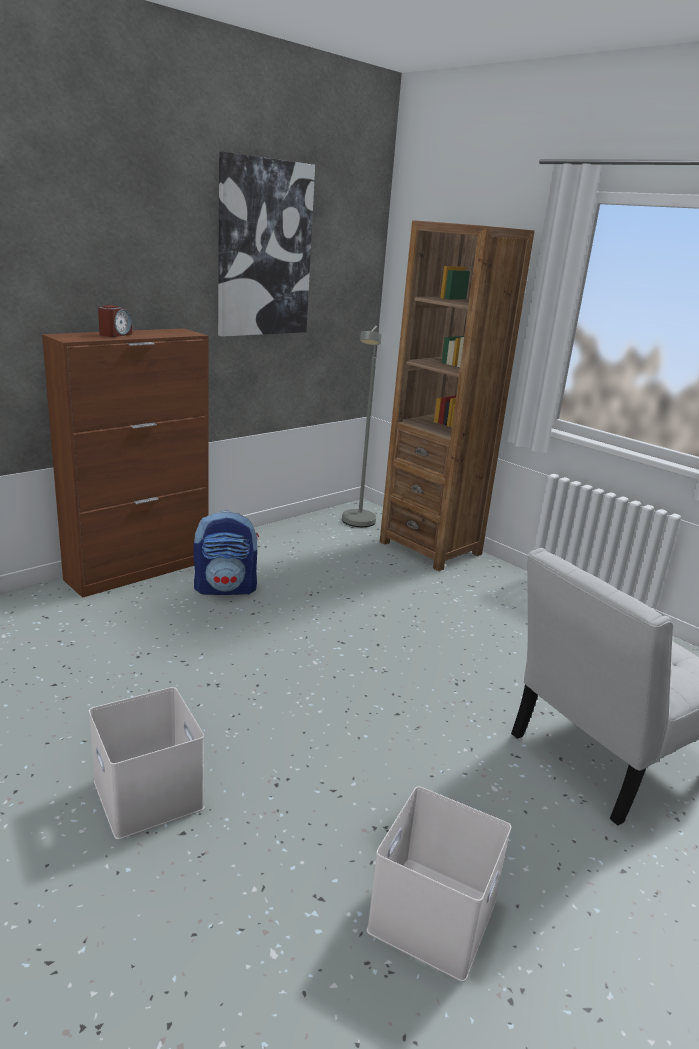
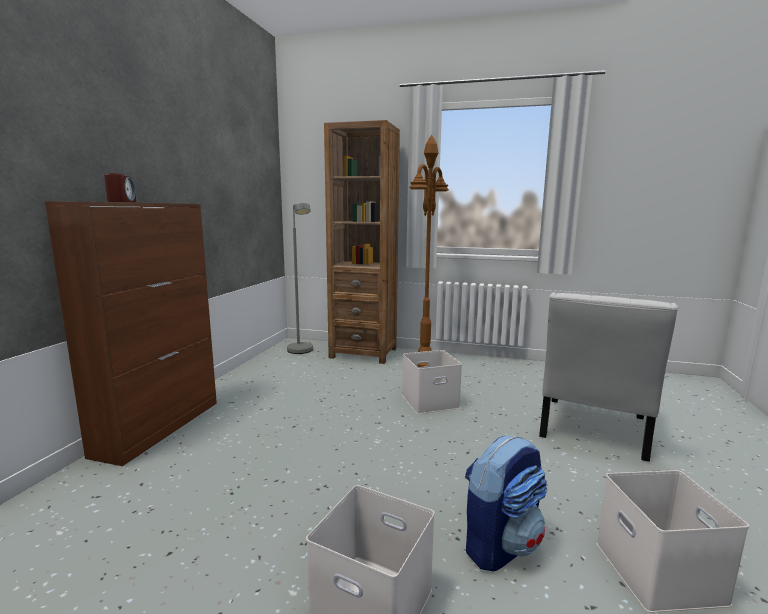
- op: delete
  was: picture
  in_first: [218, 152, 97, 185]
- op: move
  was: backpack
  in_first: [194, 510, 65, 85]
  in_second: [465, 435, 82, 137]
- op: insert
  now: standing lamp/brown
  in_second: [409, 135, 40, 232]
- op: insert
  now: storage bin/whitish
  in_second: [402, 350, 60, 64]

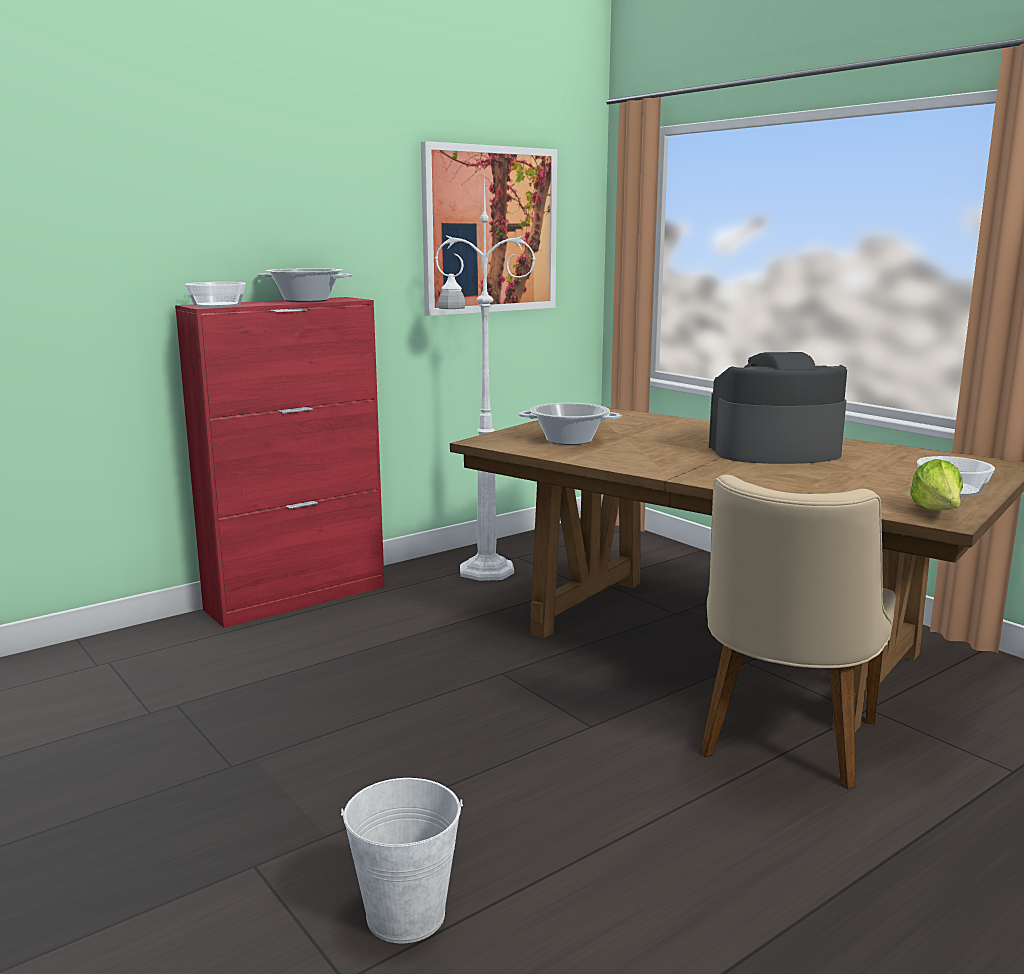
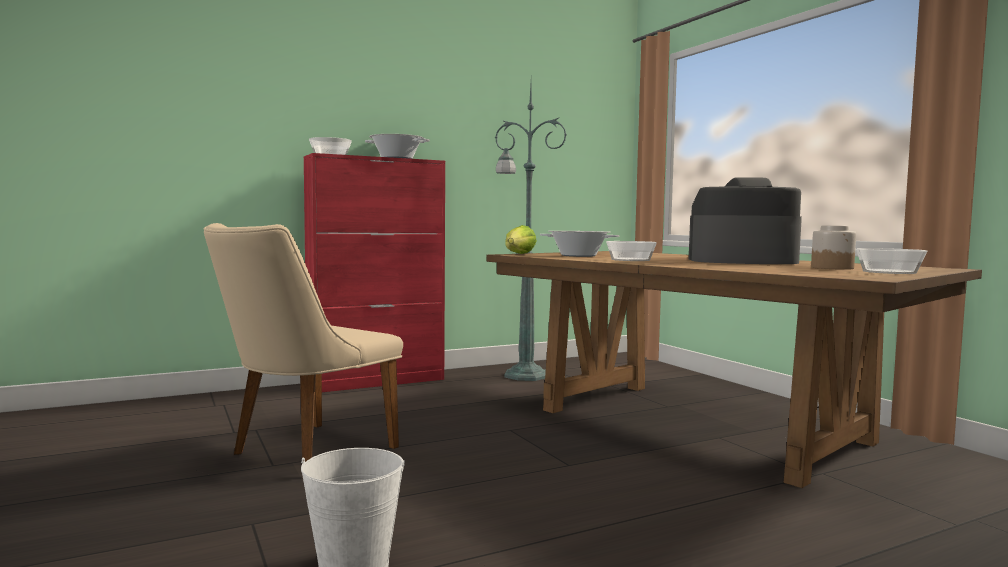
- op: delete
  was: picture
  in_first: [421, 141, 136, 175]
- op: recolor
  was: standing lamp/whitish
  now: standing lamp/green
  in_first: [435, 181, 101, 400]
  in_second: [495, 85, 72, 296]
- op: move
  was: lettuce head
  in_first: [910, 459, 53, 52]
  in_second: [505, 225, 32, 29]
- op: move
  was: plain chair/beige-coloured
  in_first: [700, 475, 196, 314]
  in_second: [204, 223, 199, 255]
- op: insert
  now: jar
  in_second: [811, 225, 45, 45]
- op: insert
  now: bowl
  in_second: [606, 241, 51, 20]

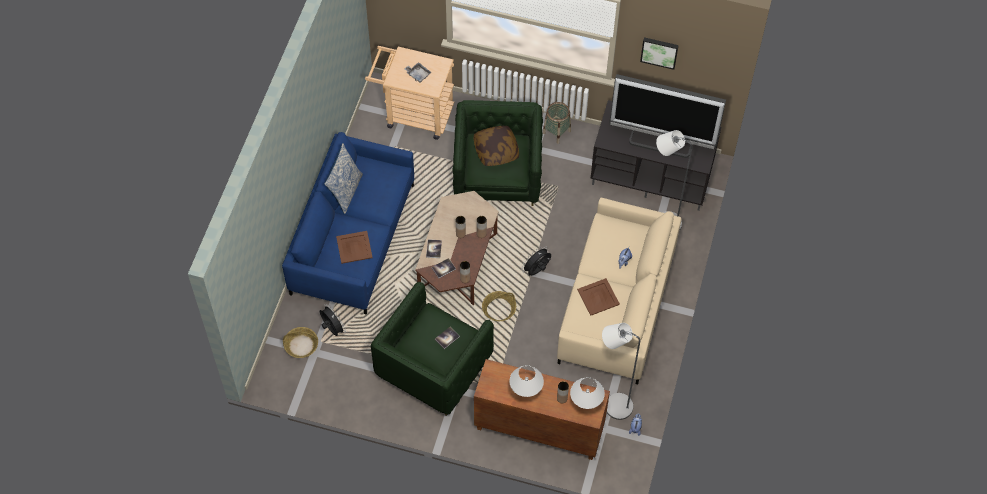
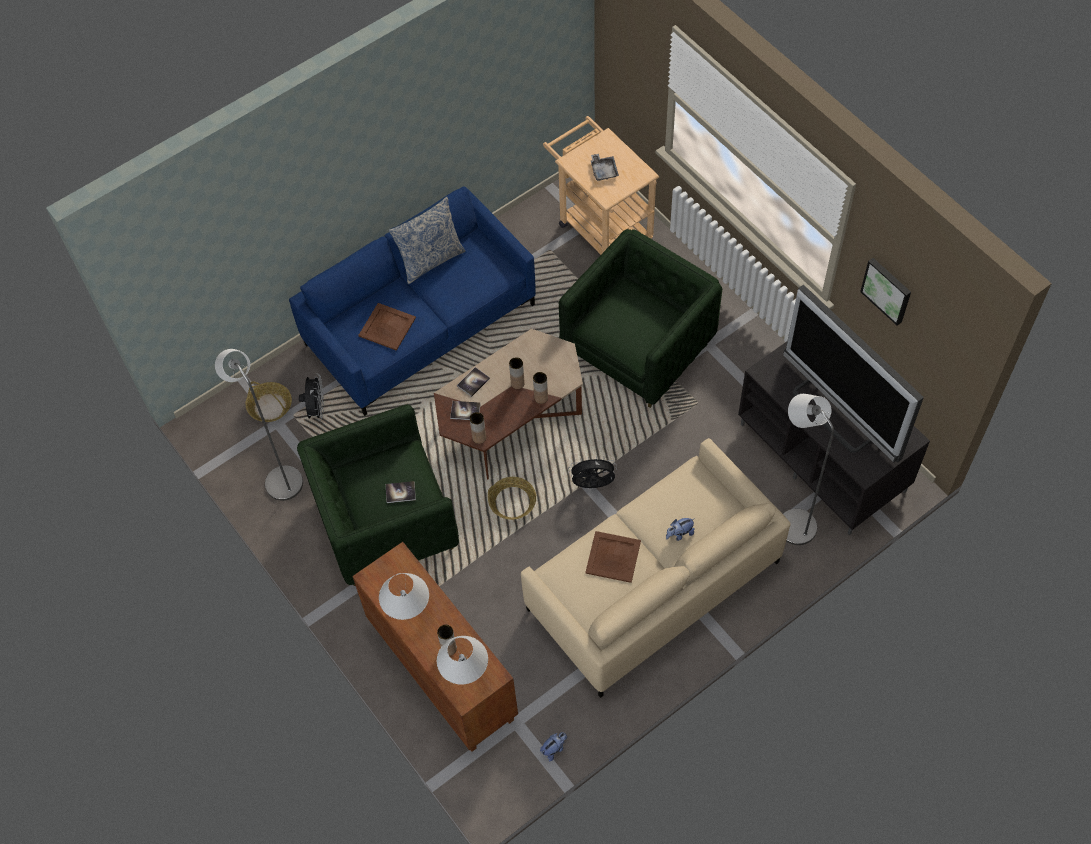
- op: delete
  was: basket
  in_first: [543, 102, 28, 42]
- op: delete
  was: throw pillow
  in_first: [473, 126, 46, 40]
- op: move
  was: standing lamp/greyish
  in_first: [602, 323, 38, 97]
  in_second: [215, 349, 88, 152]

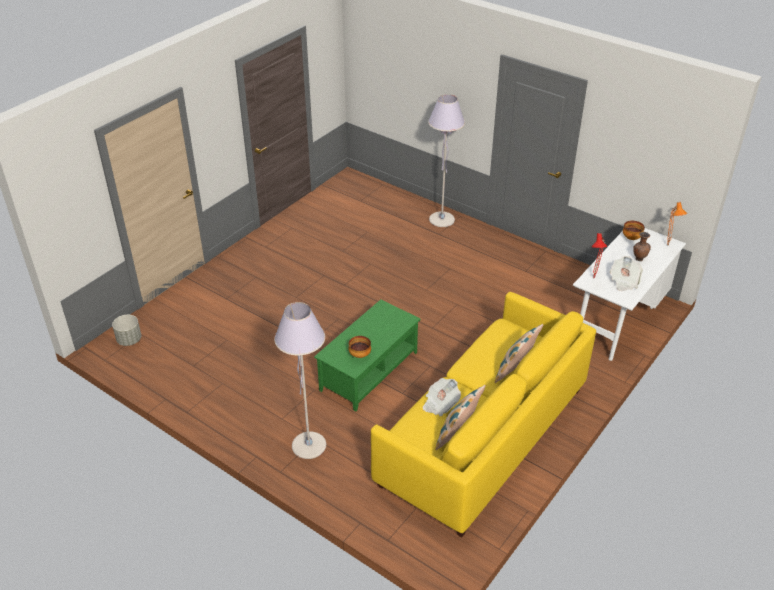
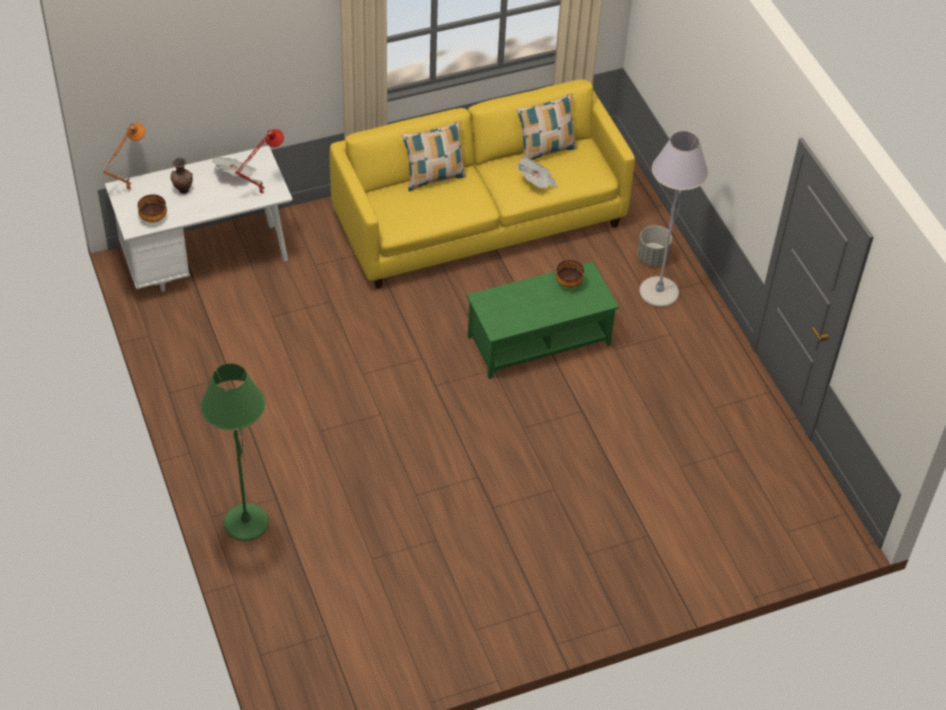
- op: recolor
  was: standing lamp/greyish
  now: standing lamp/green
  in_first: [428, 94, 37, 133]
  in_second: [201, 363, 68, 178]
- op: move
  was: flower pot/greyish
  in_first: [112, 315, 29, 31]
  in_second: [638, 225, 34, 41]

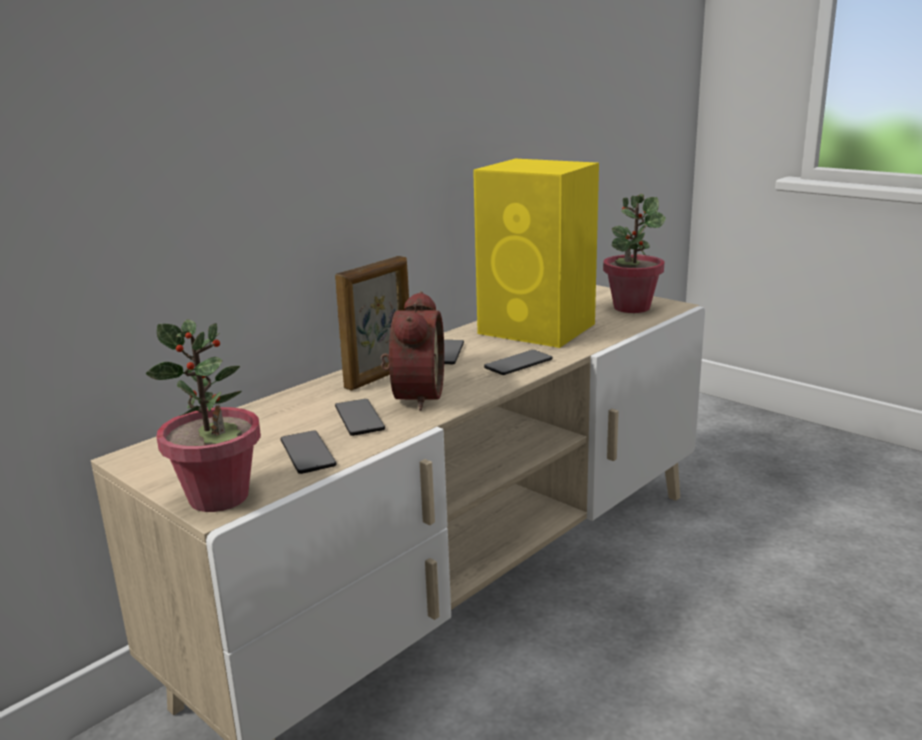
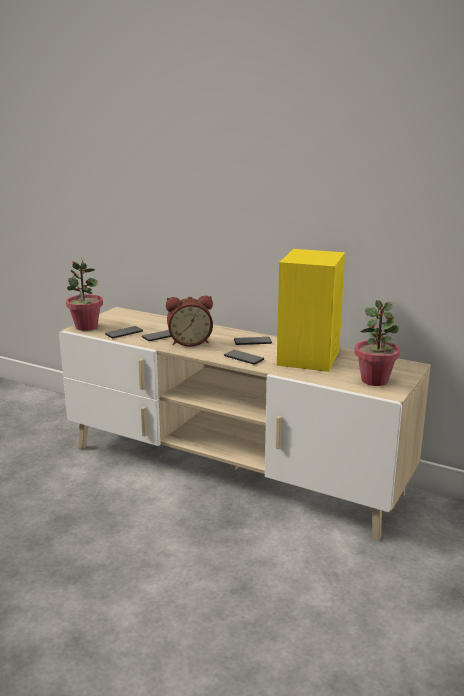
- op: delete
  was: photo frame
  in_first: [335, 256, 74, 135]

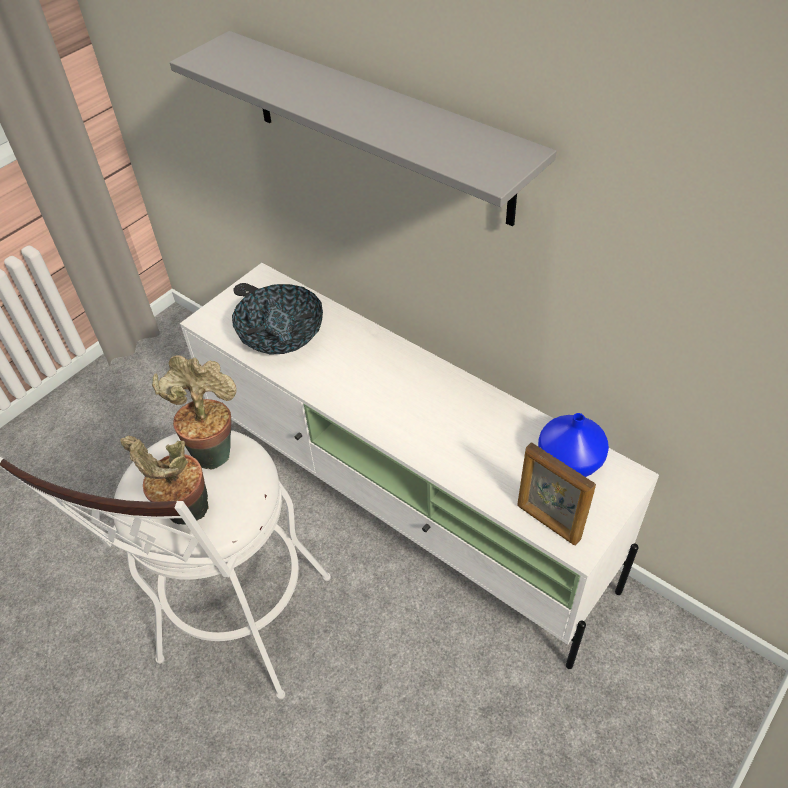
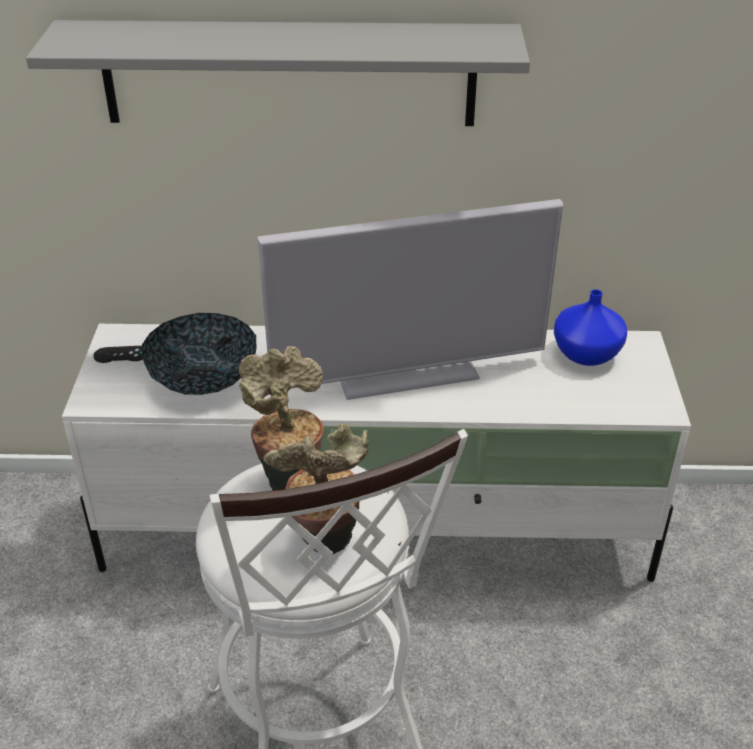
- op: delete
  was: photo frame
  in_first: [517, 442, 79, 103]
- op: insert
  now: TV set
  in_second: [258, 199, 305, 201]

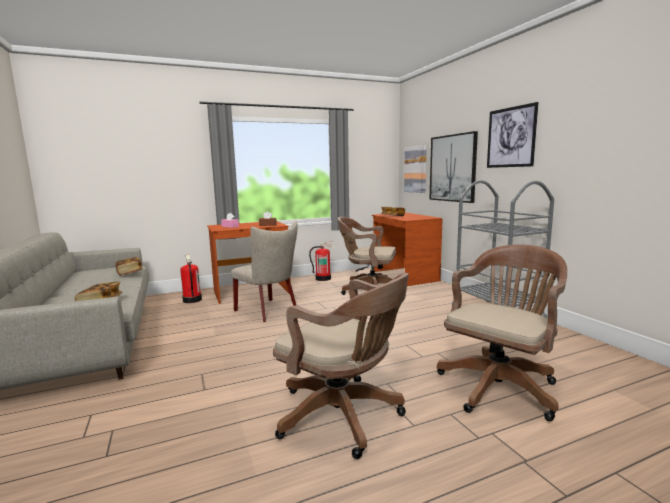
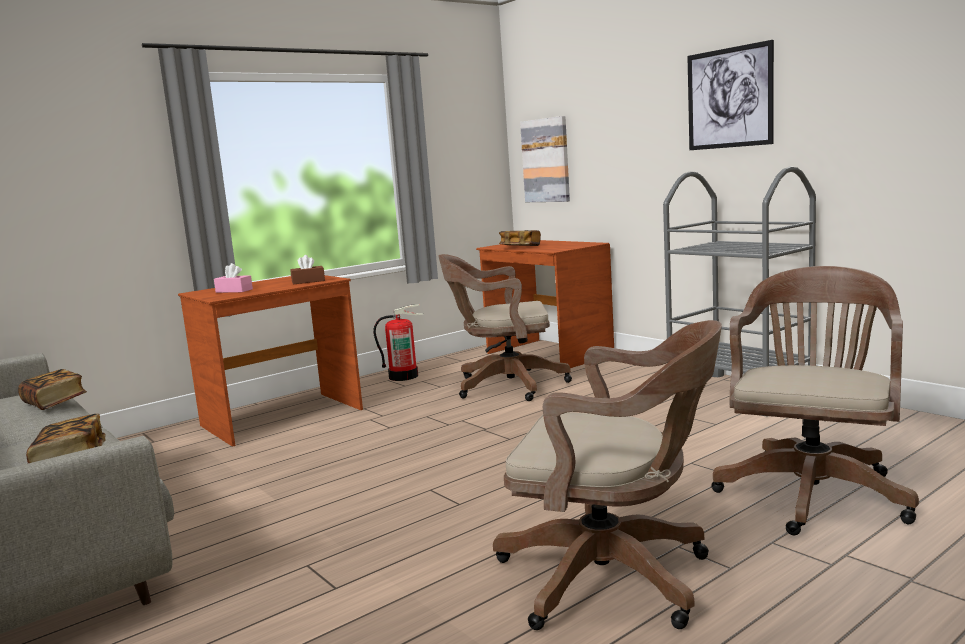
- op: delete
  was: picture
  in_first: [430, 131, 48, 72]
- op: delete
  was: plain chair/beige-coloured
  in_first: [231, 221, 67, 101]
- op: delete
  was: fire-fighting cylinder
  in_first: [180, 255, 22, 48]

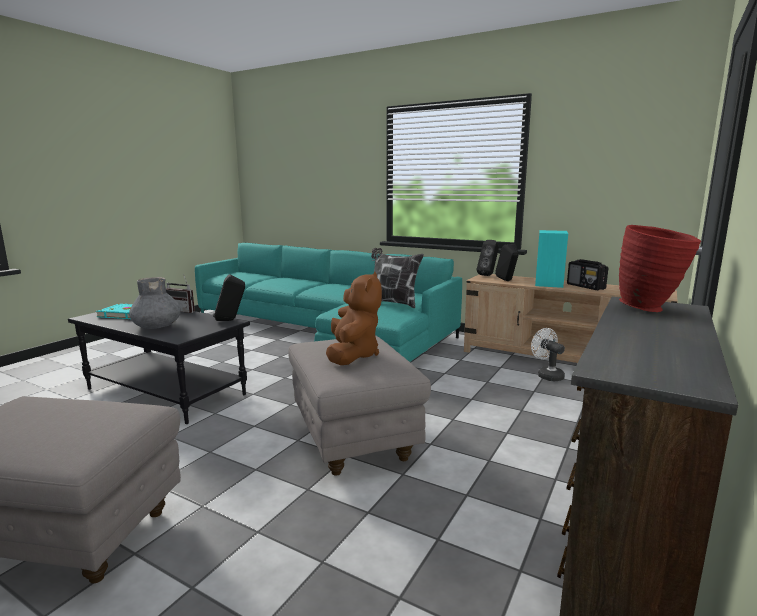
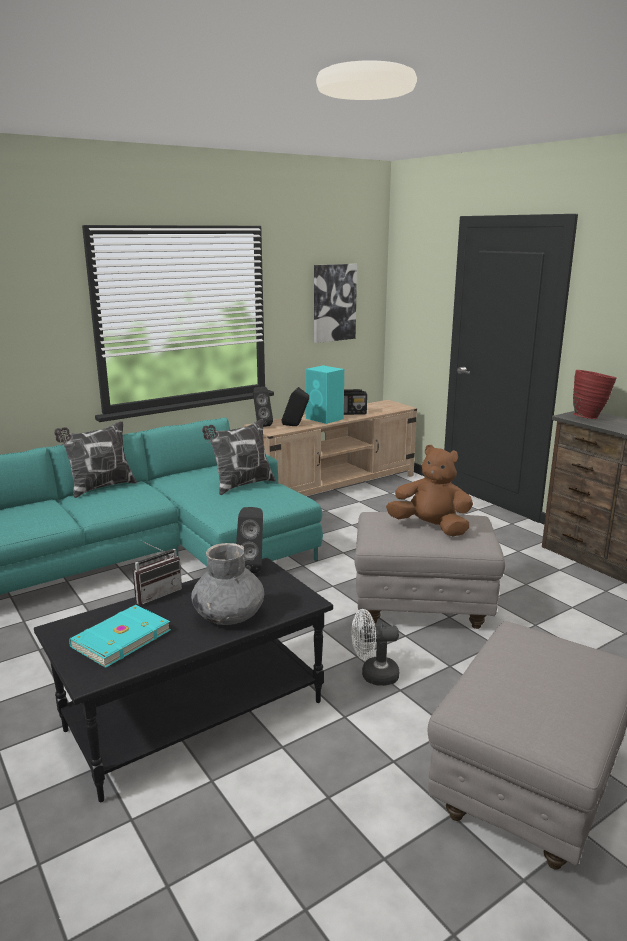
- op: move
  was: fan/whitish
  in_first: [531, 328, 34, 53]
  in_second: [351, 609, 48, 77]
- op: insert
  now: picture
  in_second: [314, 264, 43, 79]
- op: insert
  now: throw pillow
  in_second: [54, 421, 83, 77]

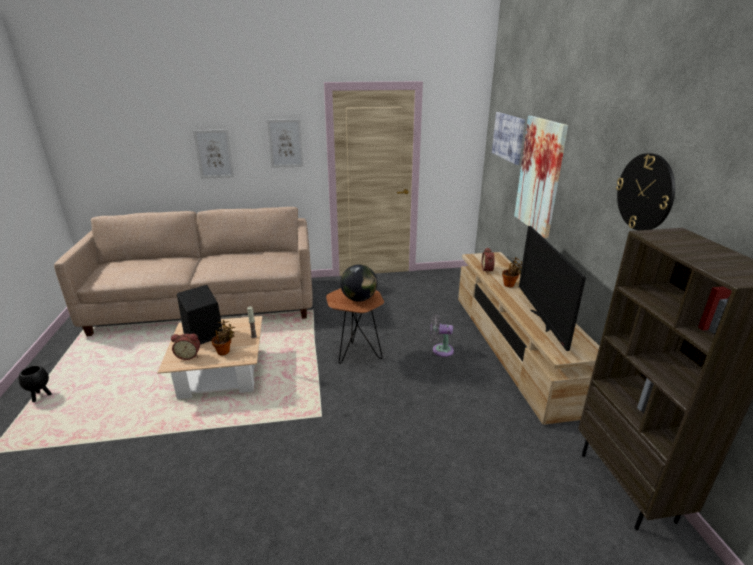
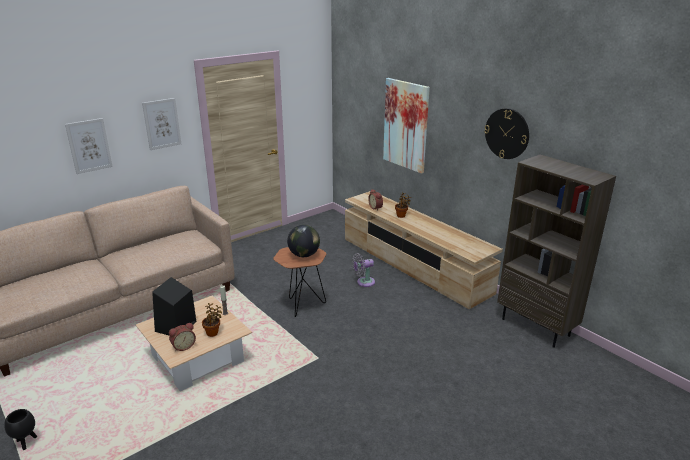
- op: delete
  was: picture
  in_first: [492, 112, 33, 53]
- op: delete
  was: TV set
  in_first: [519, 226, 67, 125]

